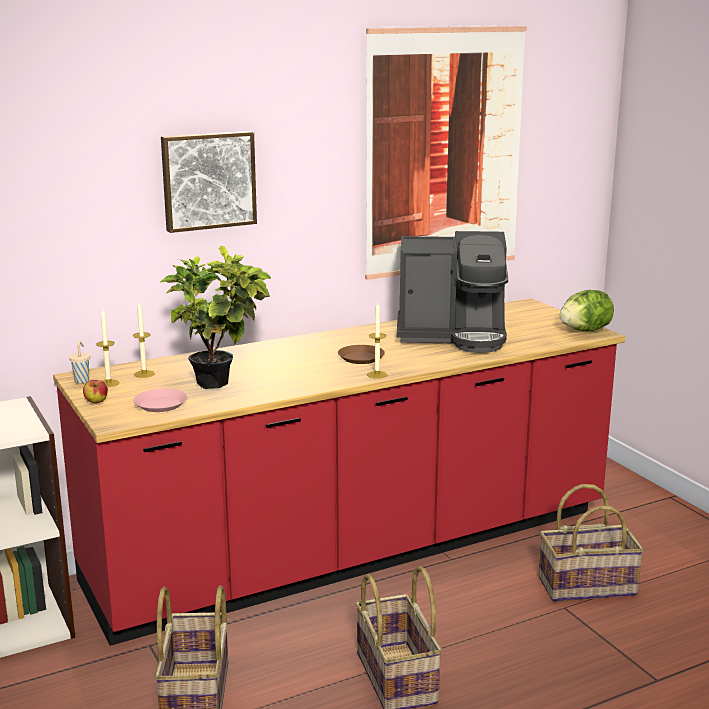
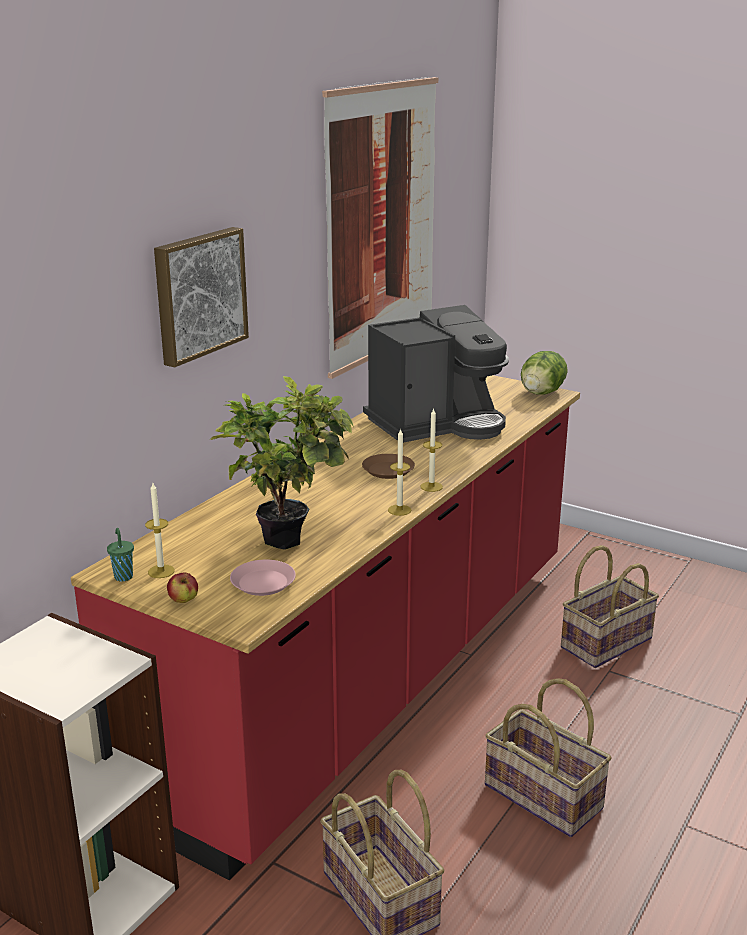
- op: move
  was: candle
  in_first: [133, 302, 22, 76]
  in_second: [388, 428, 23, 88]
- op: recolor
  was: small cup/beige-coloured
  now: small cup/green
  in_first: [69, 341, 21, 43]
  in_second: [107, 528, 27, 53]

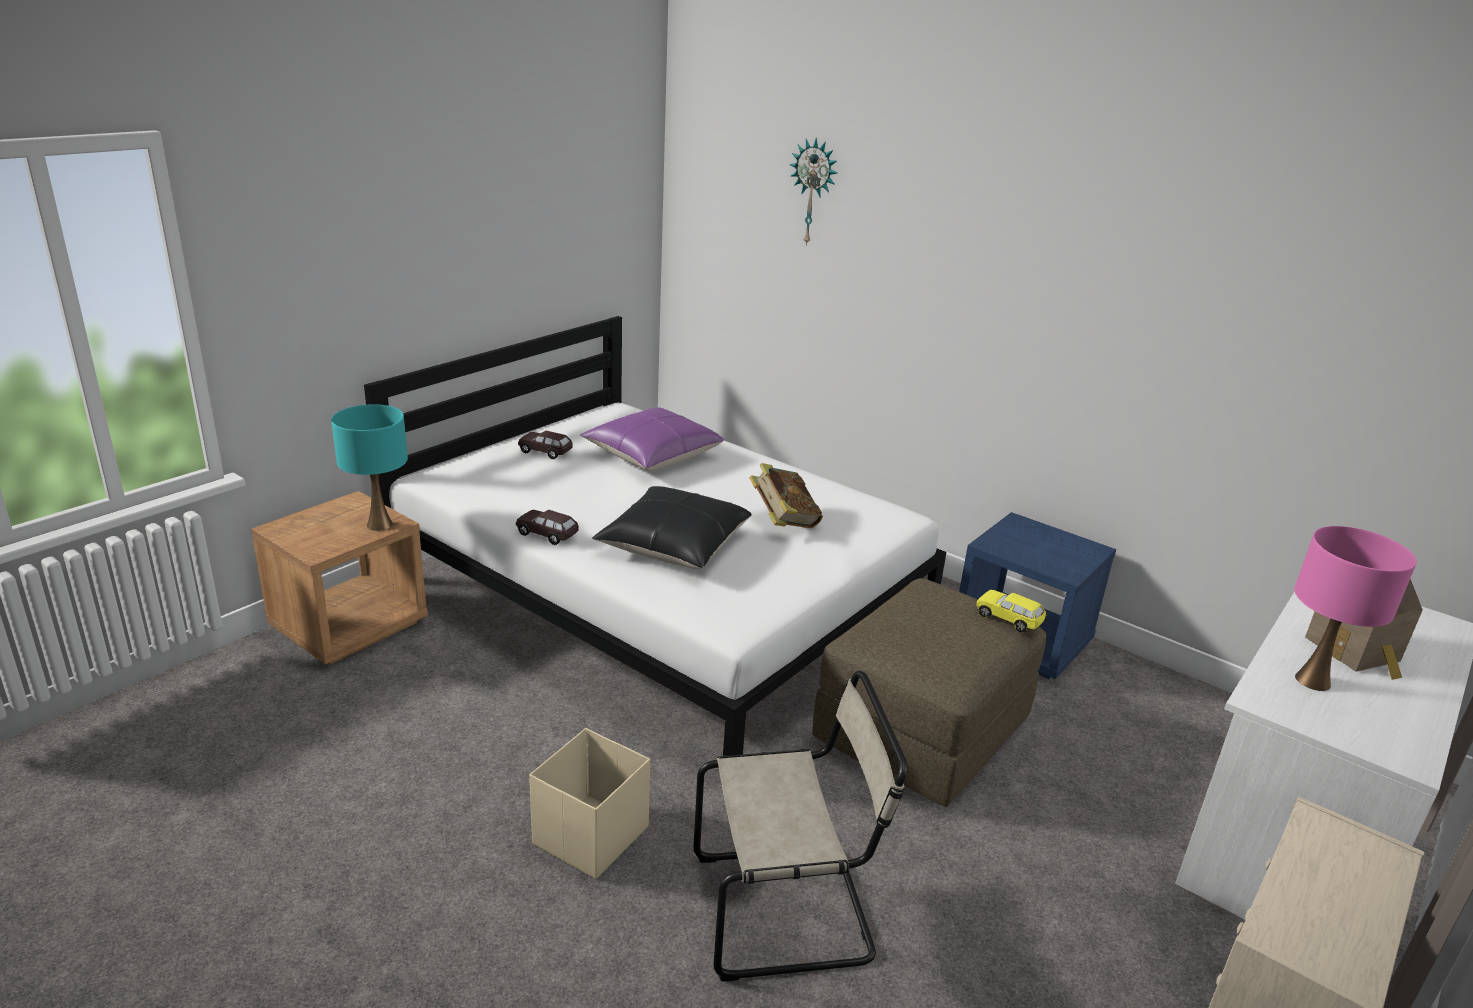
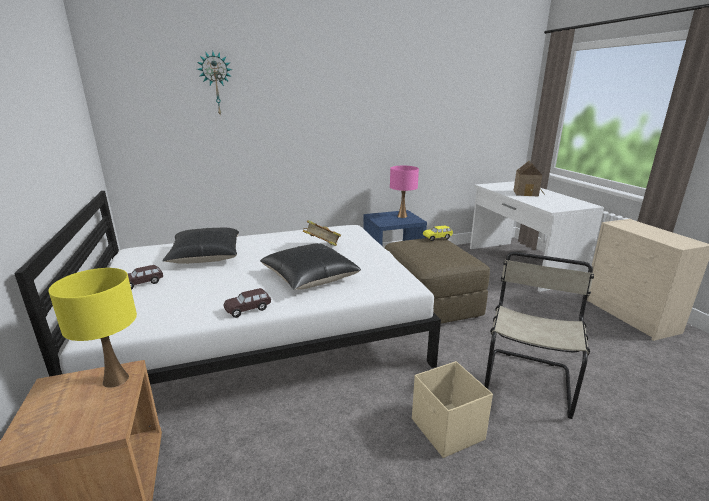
- op: recolor
  was: lamp for a table/blue-green
  now: lamp for a table/yellow-coloured
  in_first: [331, 404, 77, 127]
  in_second: [49, 268, 88, 120]
- op: recolor
  was: throw pillow/purple
  now: throw pillow/blackish
  in_first: [580, 407, 144, 64]
  in_second: [162, 227, 77, 37]
- op: move
  was: lamp for a table/pinkish
  in_first: [1294, 526, 123, 165]
  in_second: [390, 166, 29, 52]

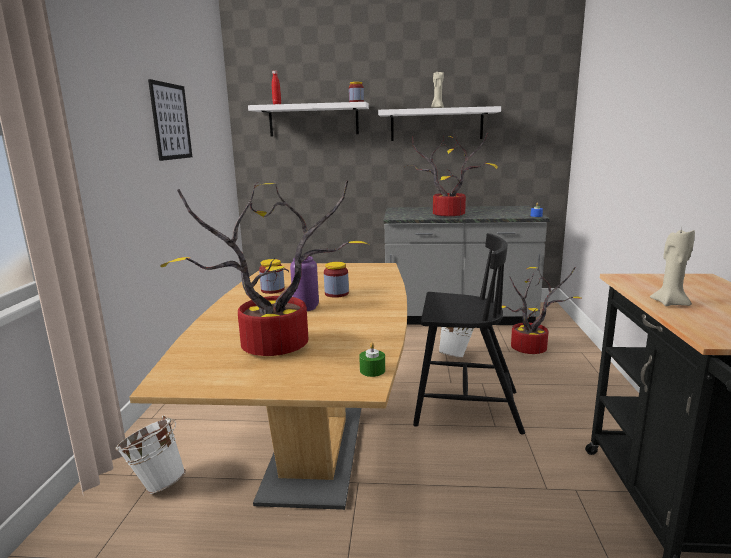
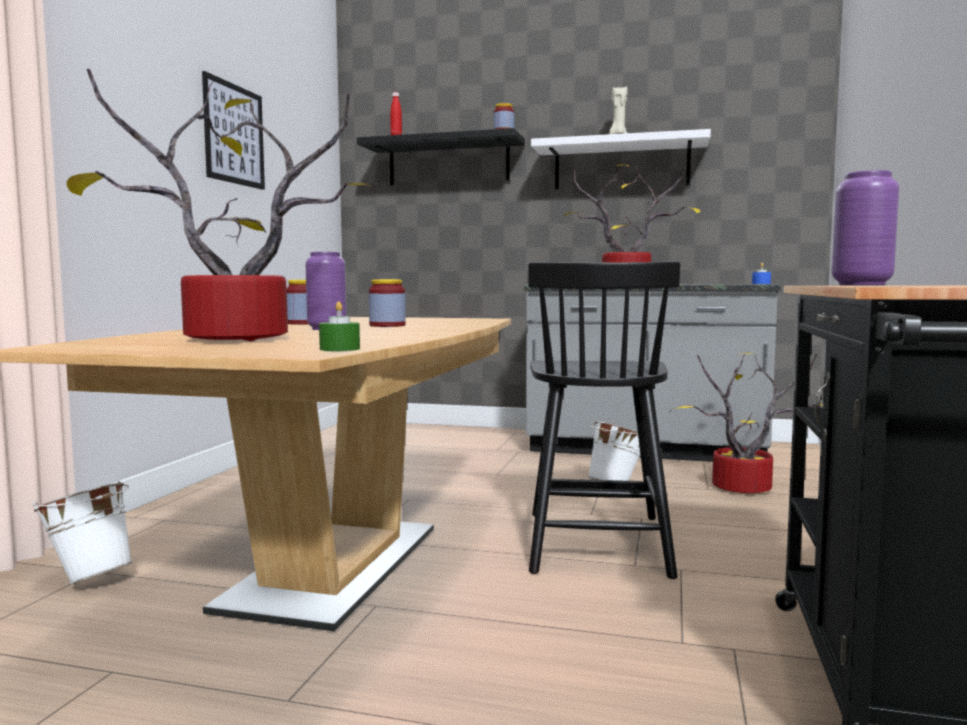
- op: recolor
  was: wall shelf/whitish
  now: wall shelf/blackish
  in_first: [248, 102, 121, 34]
  in_second: [357, 128, 168, 57]
- op: replace
  was: candle/beige-coloured
  now: decorative vase/purple
  in_first: [650, 227, 45, 79]
  in_second: [832, 170, 67, 115]
- op: rotate
  was: plain chair/blackish
  in_first: [413, 233, 112, 202]
  in_second: [528, 262, 152, 317]
  clockwise: 75

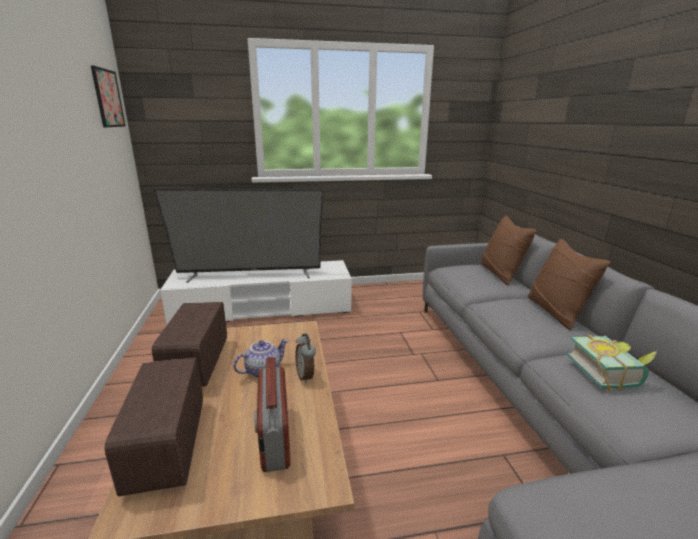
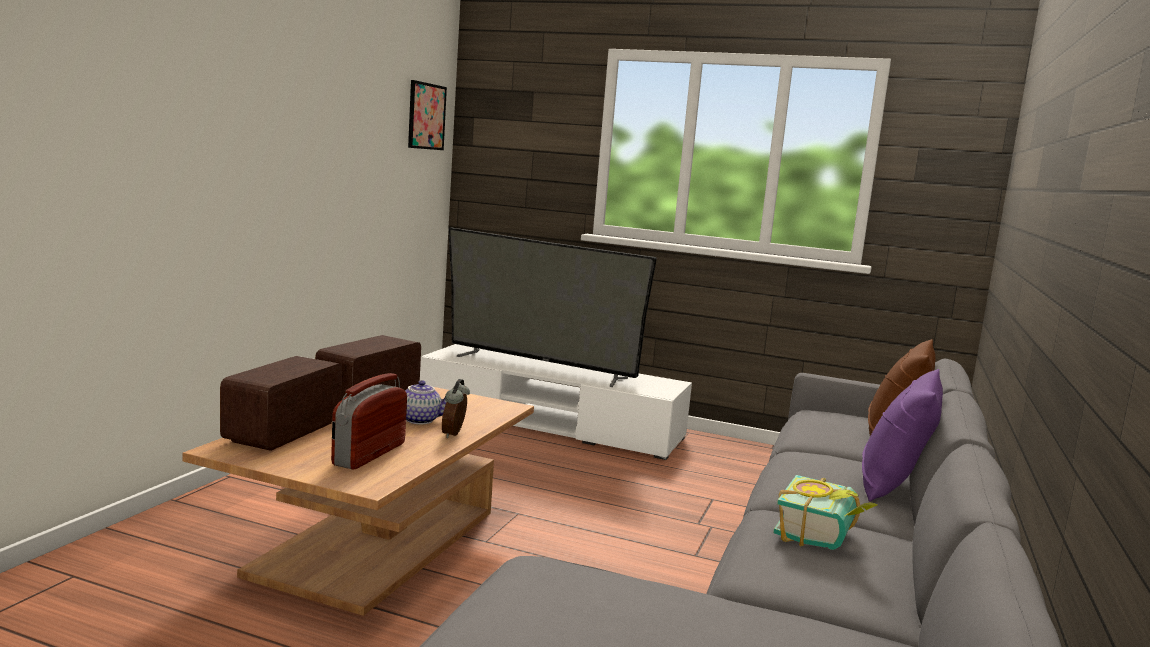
- op: recolor
  was: throw pillow/brown
  now: throw pillow/purple
  in_first: [528, 238, 83, 92]
  in_second: [862, 369, 81, 133]

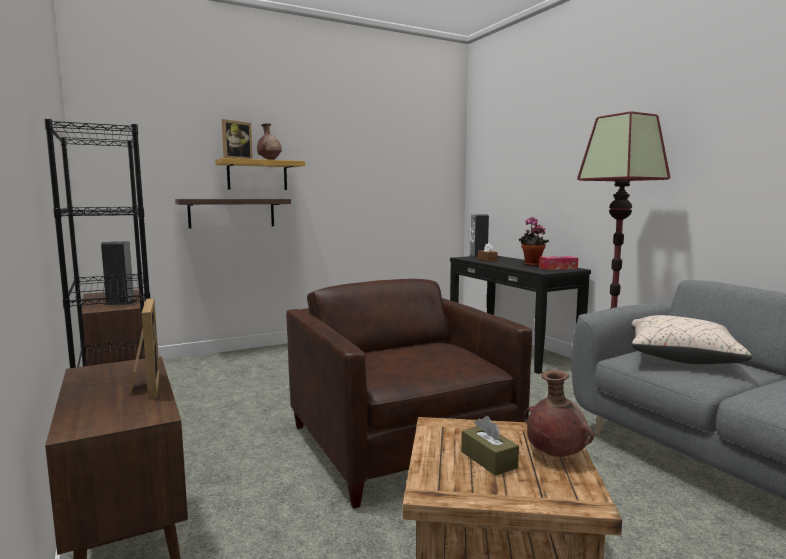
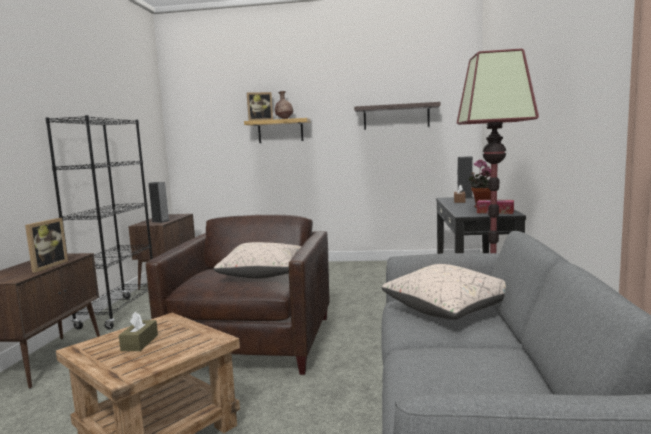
- op: move
  was: wall shelf
  in_first: [175, 199, 116, 30]
  in_second: [354, 102, 87, 28]
- op: delete
  was: decorative vase/brown
  in_first: [524, 370, 70, 87]
- op: insert
  now: throw pillow/beige-coloured
  in_second: [214, 242, 88, 37]

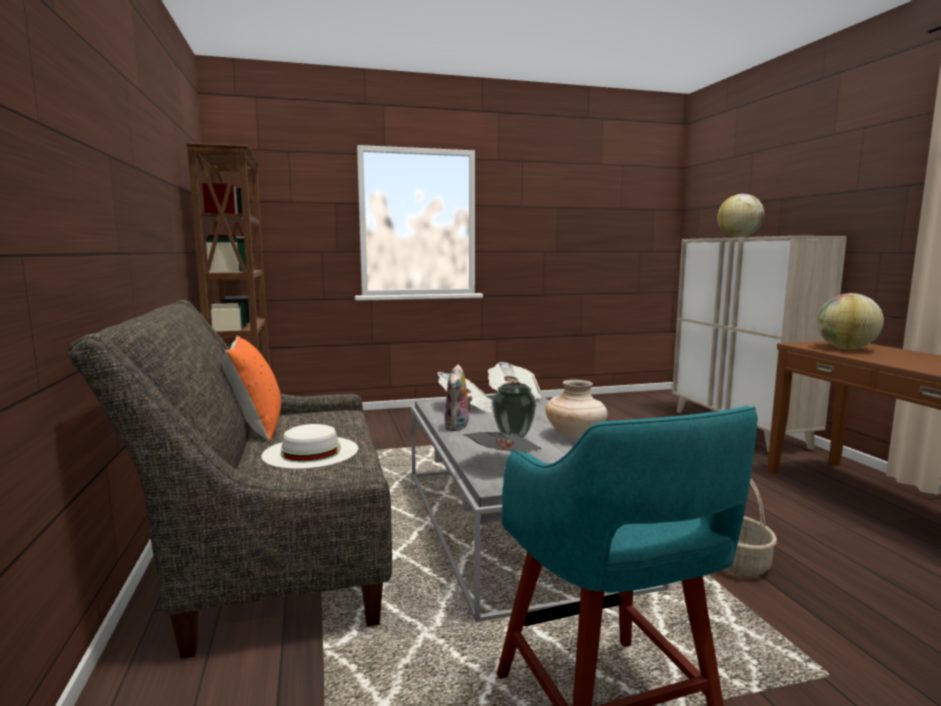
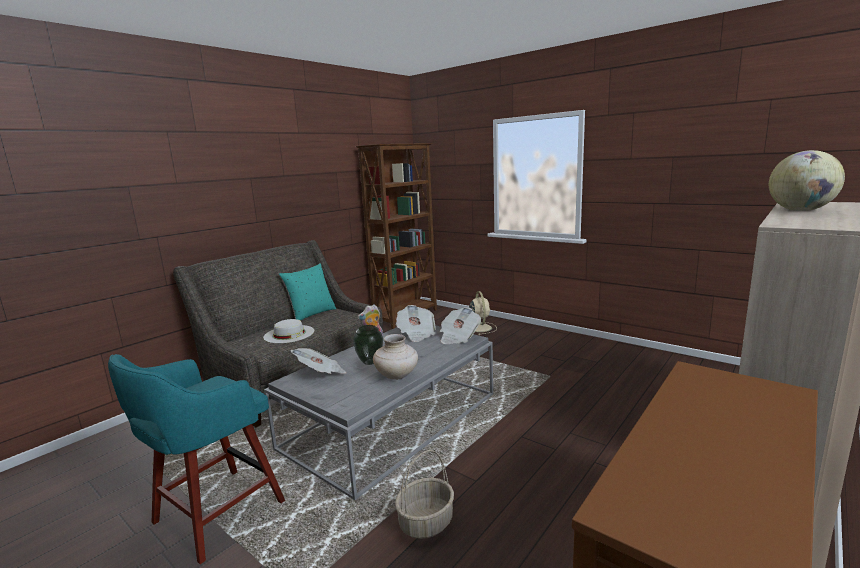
- op: delete
  was: world globe
  in_first: [817, 293, 67, 56]
- op: recolor
  was: throw pillow/orange
  now: throw pillow/blue-green
  in_first: [222, 336, 59, 105]
  in_second: [279, 263, 57, 58]
- op: insert
  now: fan/beige-coloured
  in_second: [469, 291, 28, 44]

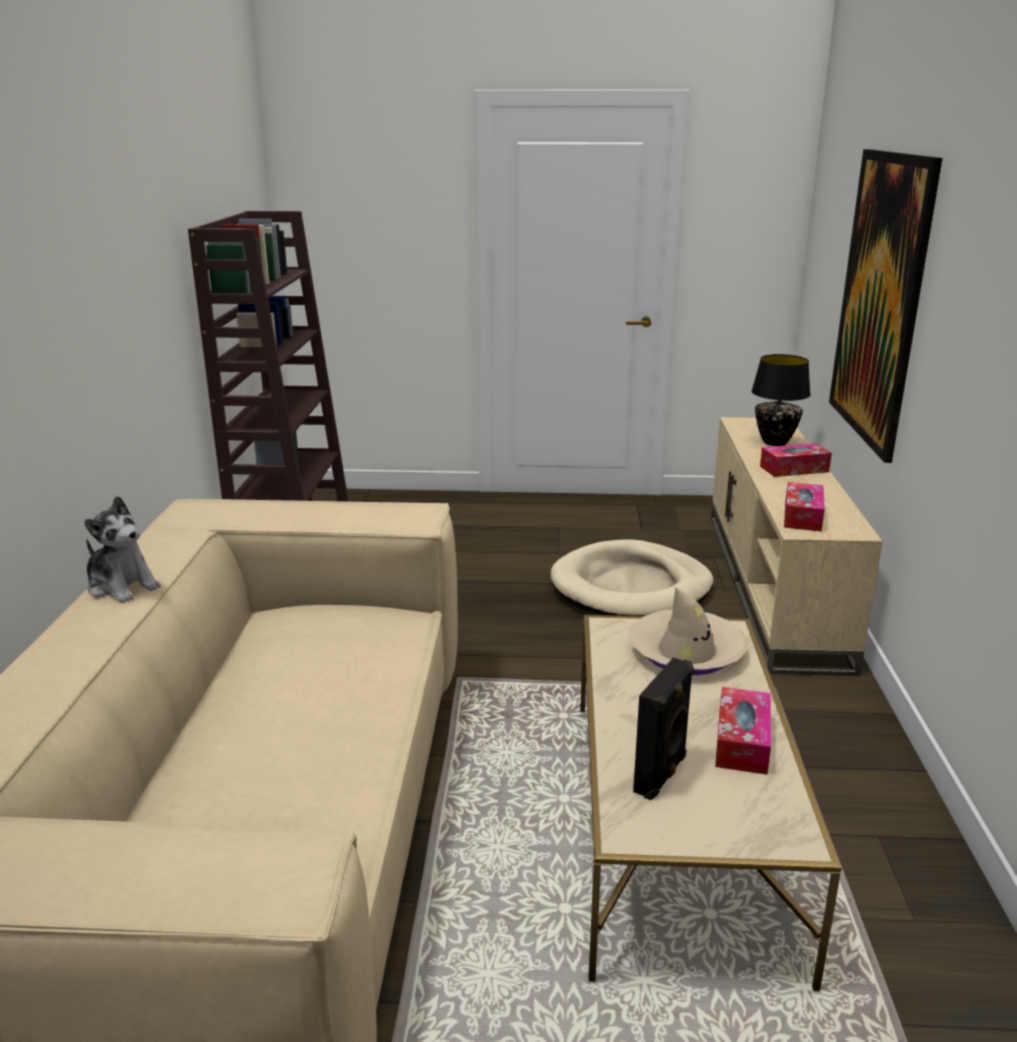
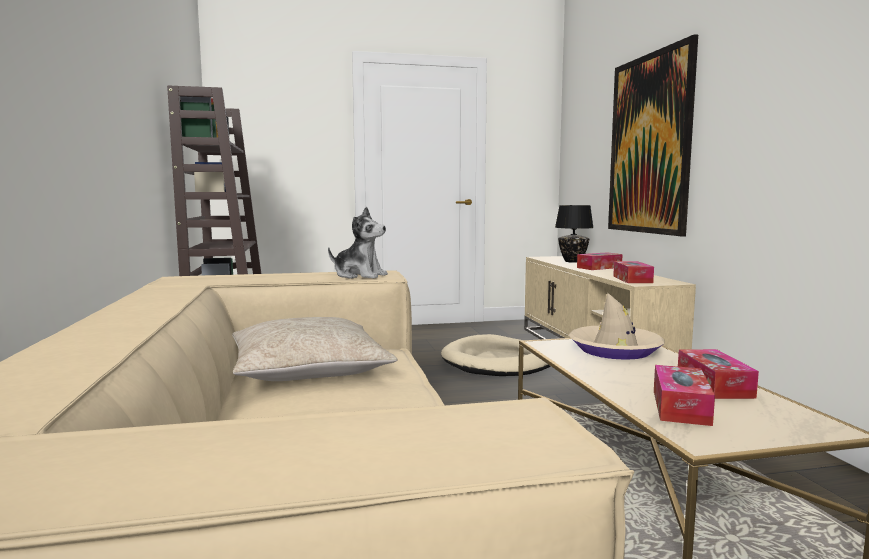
- op: move
  was: plush toy
  in_first: [84, 496, 77, 107]
  in_second: [328, 207, 60, 72]
- op: replace
  was: speaker/blackish
  now: box of tissues
  in_first: [633, 657, 61, 143]
  in_second: [654, 365, 61, 61]
- op: insert
  now: throw pillow/beige-coloured
  in_second: [232, 317, 165, 64]

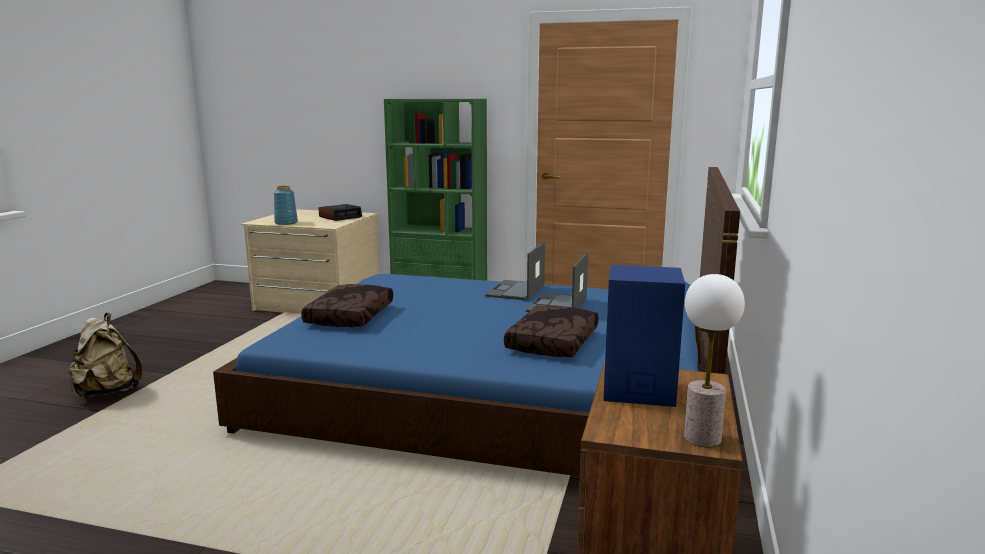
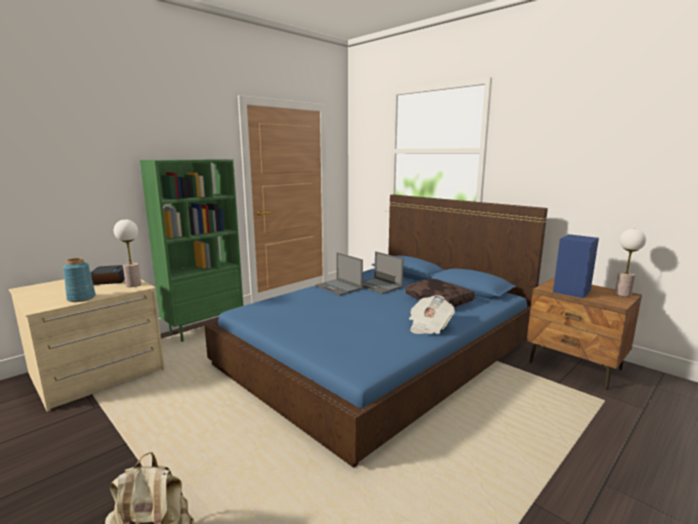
- op: delete
  was: throw pillow/brown
  in_first: [301, 284, 92, 43]
- op: insert
  now: lamp for a table
  in_second: [114, 219, 27, 68]
- op: insert
  now: daily paper
  in_second: [409, 295, 46, 39]

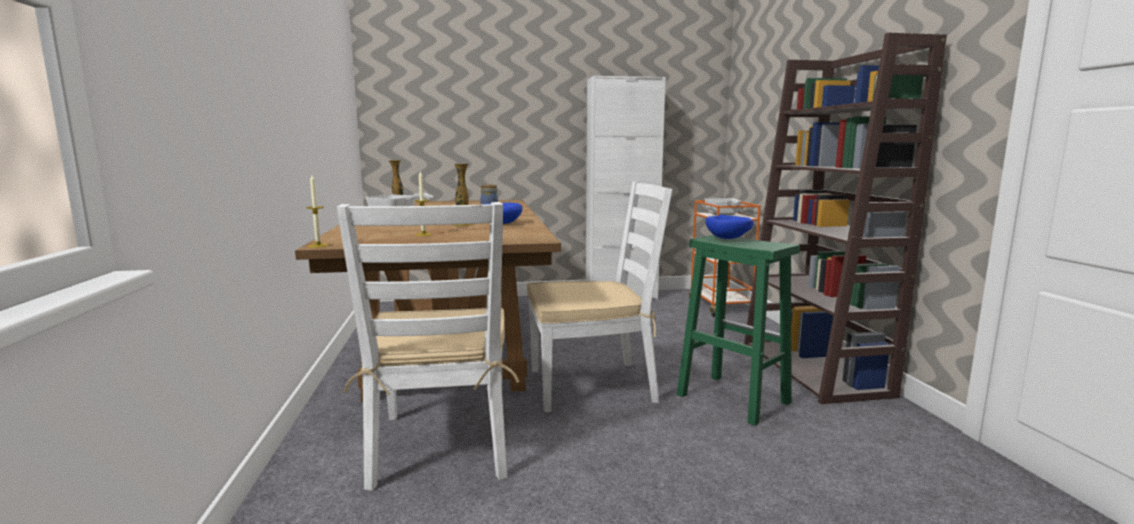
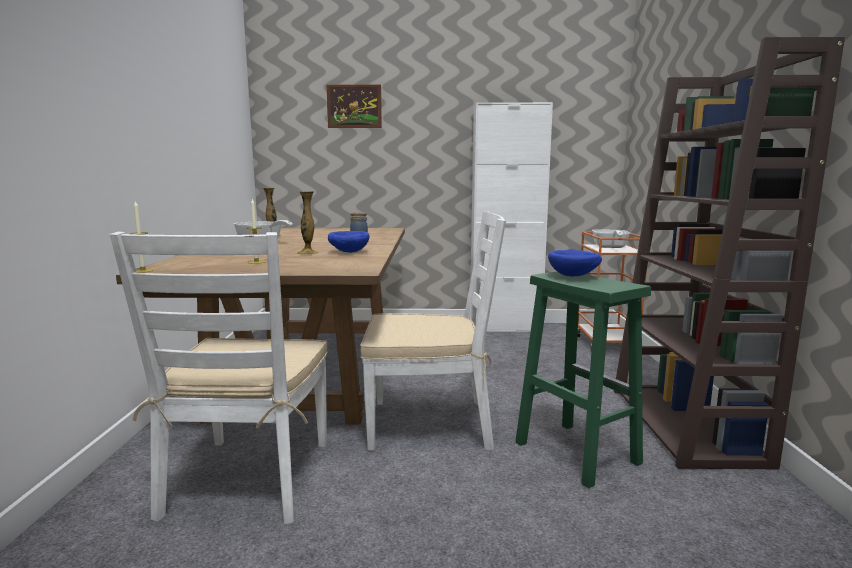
- op: insert
  now: picture
  in_second: [326, 85, 56, 43]

